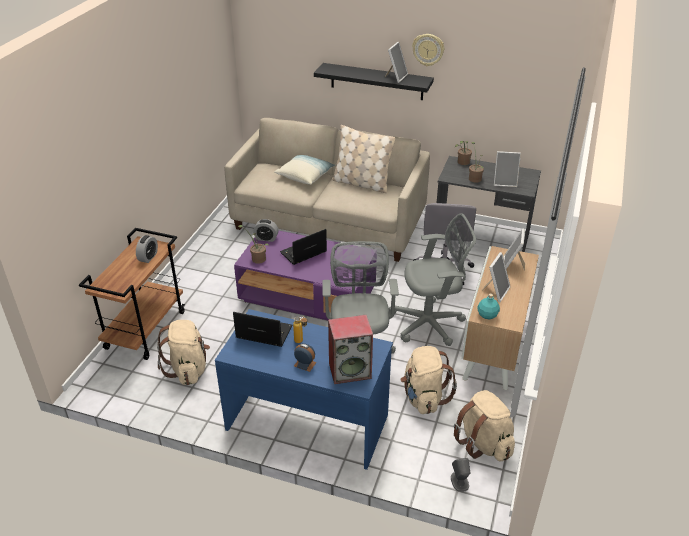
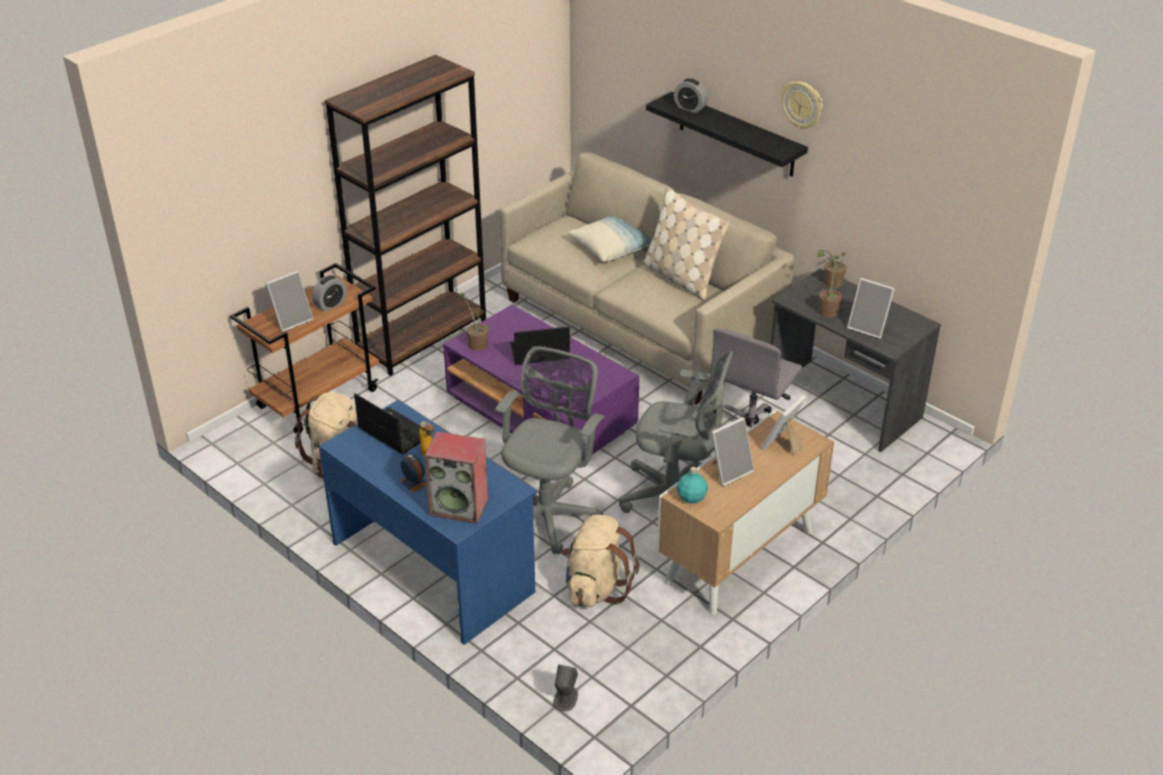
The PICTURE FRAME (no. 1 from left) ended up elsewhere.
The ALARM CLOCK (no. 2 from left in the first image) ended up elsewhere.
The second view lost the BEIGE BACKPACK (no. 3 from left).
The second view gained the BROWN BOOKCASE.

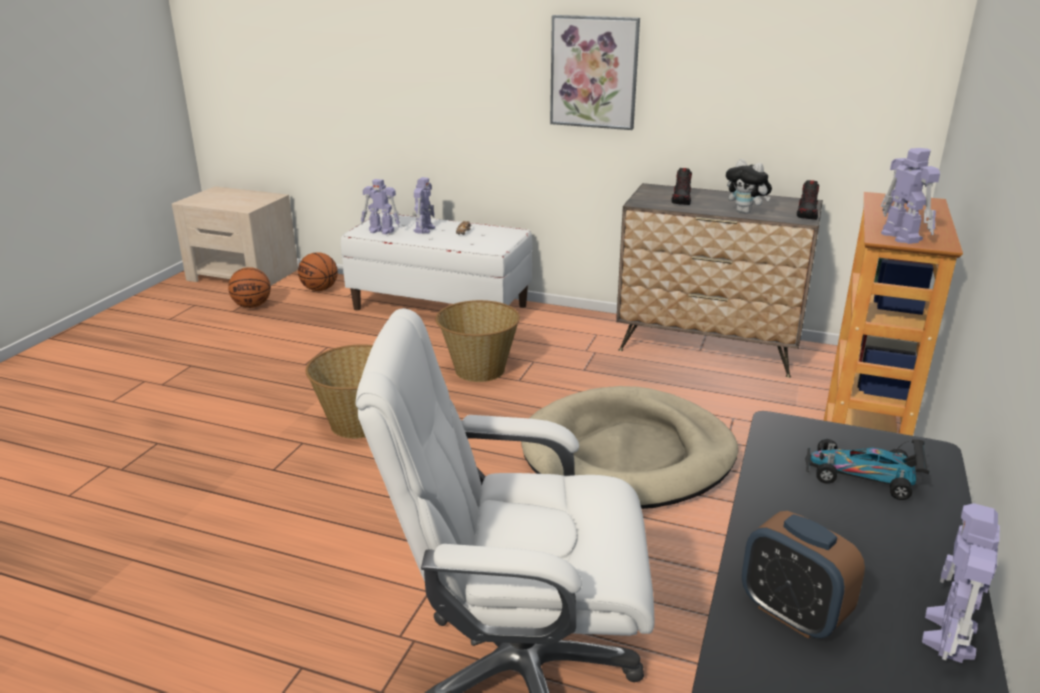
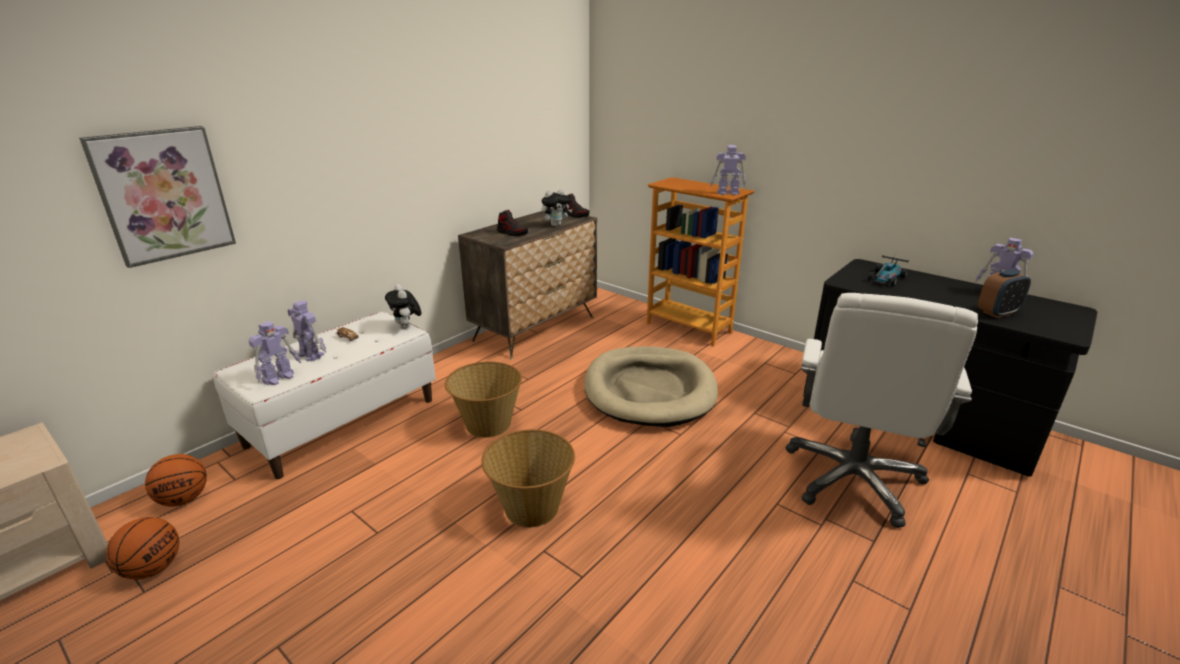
The PICTURE ended up elsewhere.
The second view gained the PLUSH TOY (no. 1 from left).

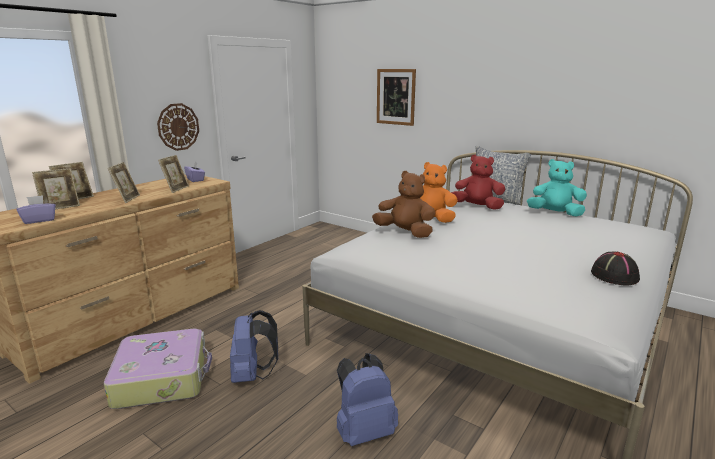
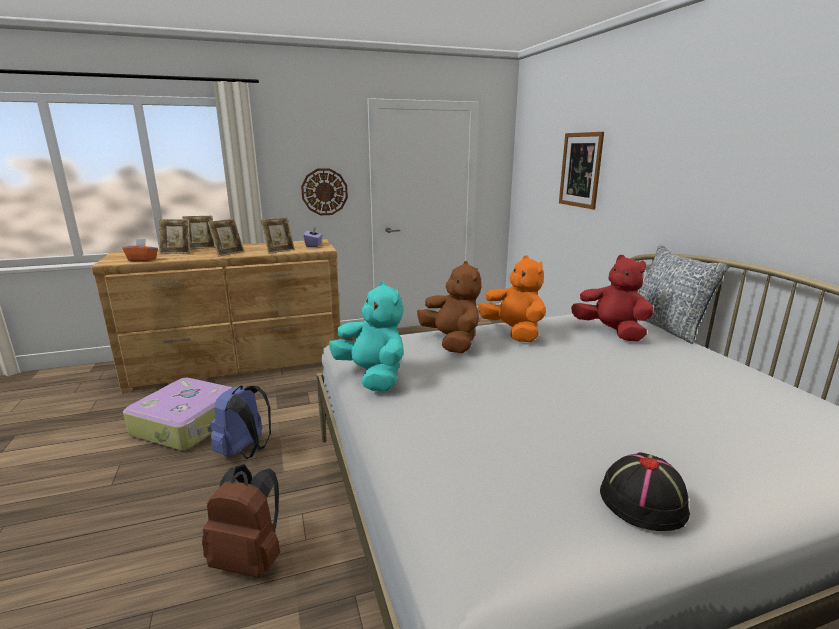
The TURQUOISE PLUSH TOY ended up elsewhere.
What was the PURPLE TISSUE BOX (no. 1 from left) turned into the ORANGE TISSUE BOX.
What was the BLUE BACKPACK (no. 2 from left) turned into the BROWN BACKPACK.

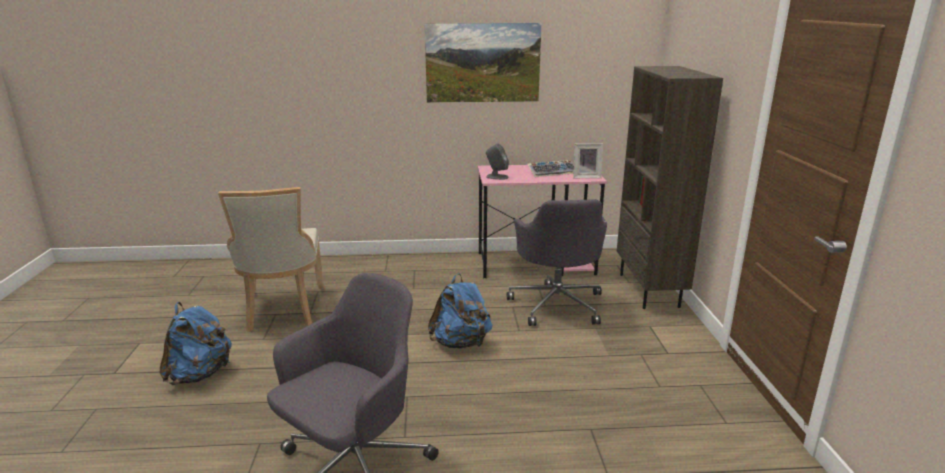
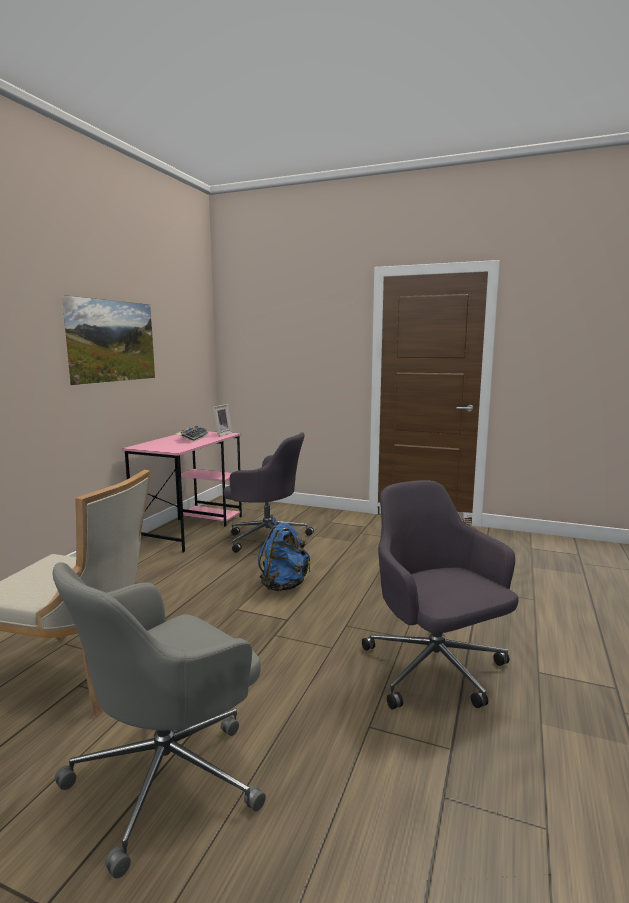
The second view lost the BROWN BOOKCASE.
The second view lost the GREY SPEAKER.
Where the BLUE BACKPACK (no. 1 from left) stood, the GREY OFFICE CHAIR (no. 1 from left) came to stand.

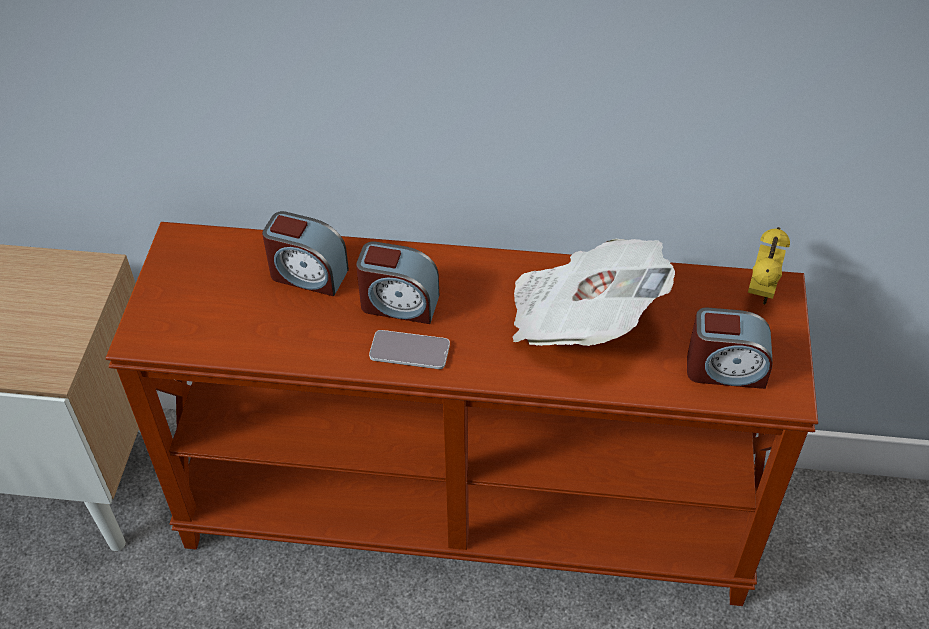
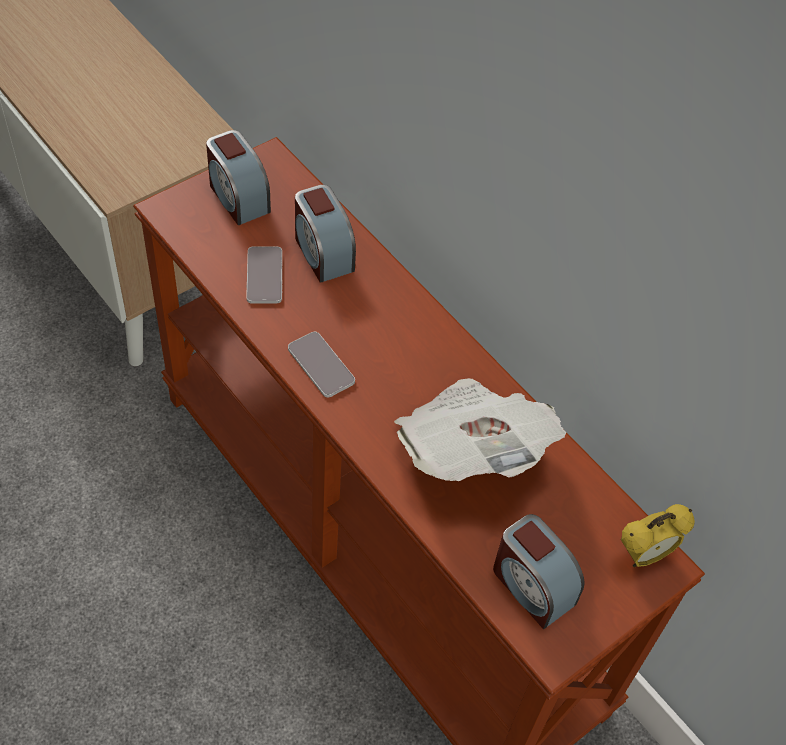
The ALARM CLOCK (no. 2 from left in the first image) ended up elsewhere.
The second view gained the PHONE (no. 1 from left).

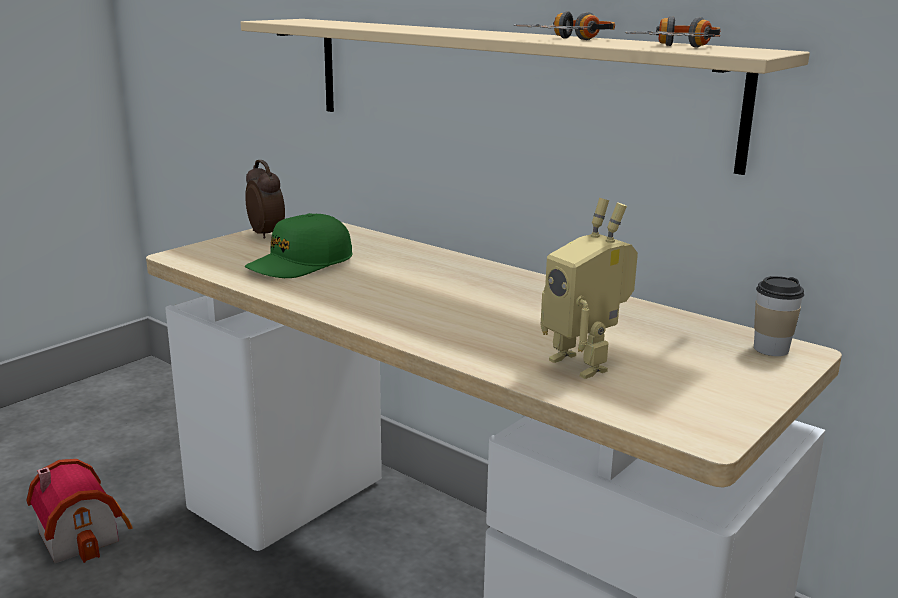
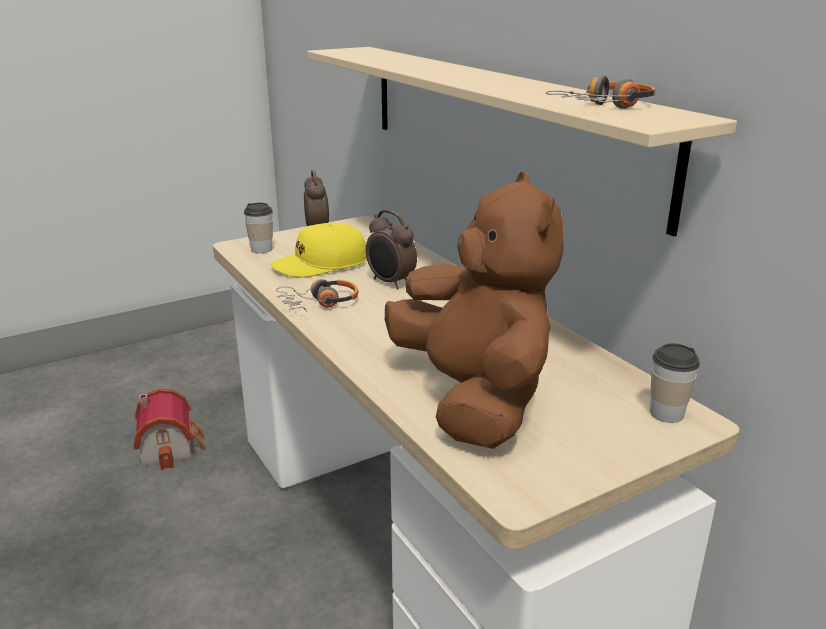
The HEADPHONES (no. 1 from left) ended up elsewhere.
Where the TOY ROBOT stood, the BROWN PLUSH TOY came to stand.
What was the GREEN CAP turned into the YELLOW CAP.
The second view gained the CUP (no. 1 from left).
The second view gained the ALARM CLOCK (no. 2 from left).

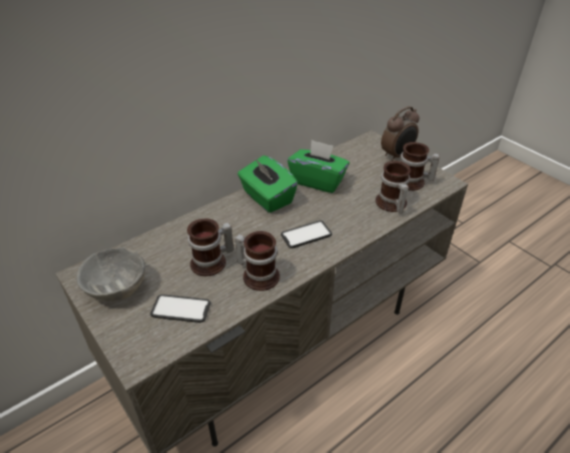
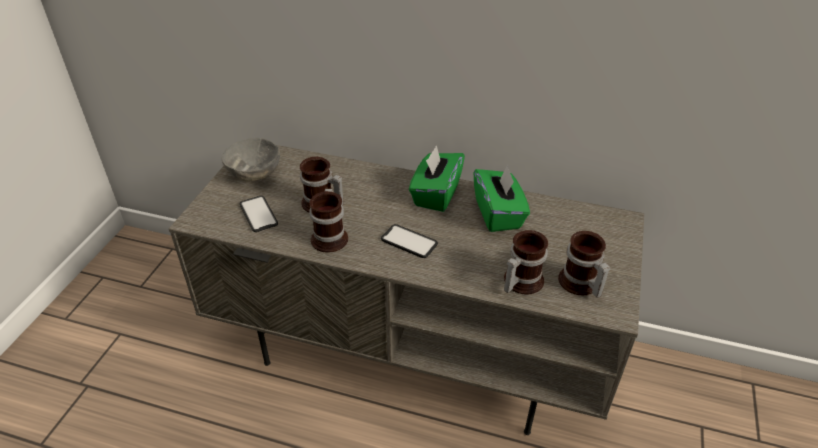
The second view lost the ALARM CLOCK.

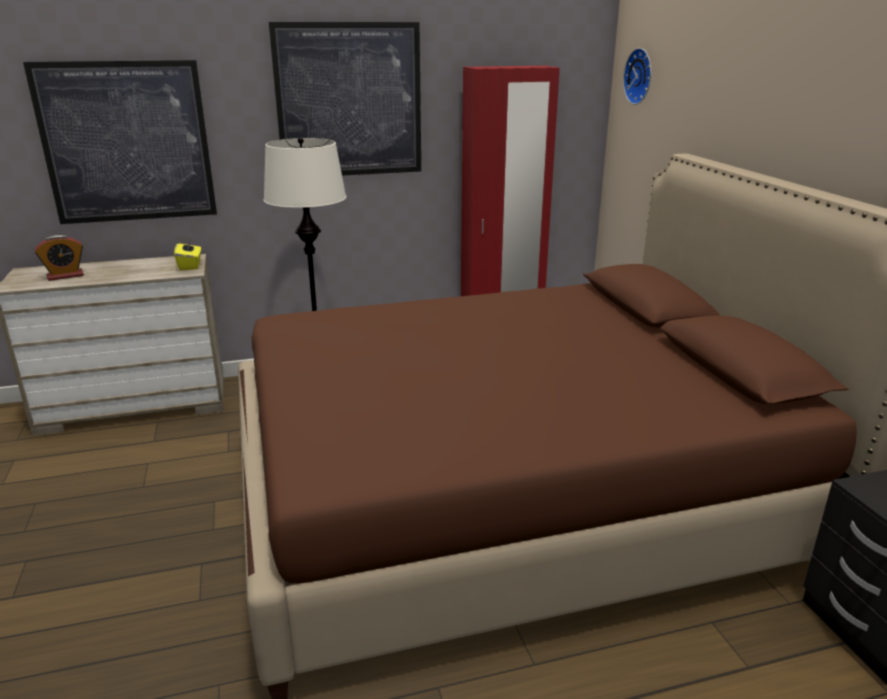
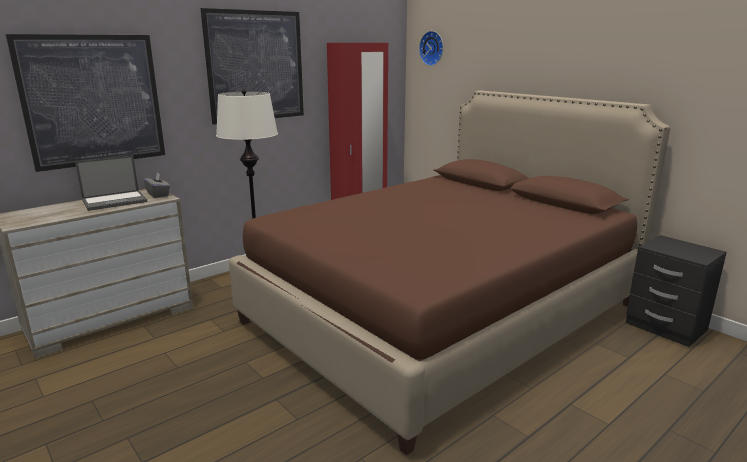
The second view lost the ALARM CLOCK.
What was the YELLOW TISSUE BOX turned into the GREY TISSUE BOX.
The second view gained the LAPTOP.

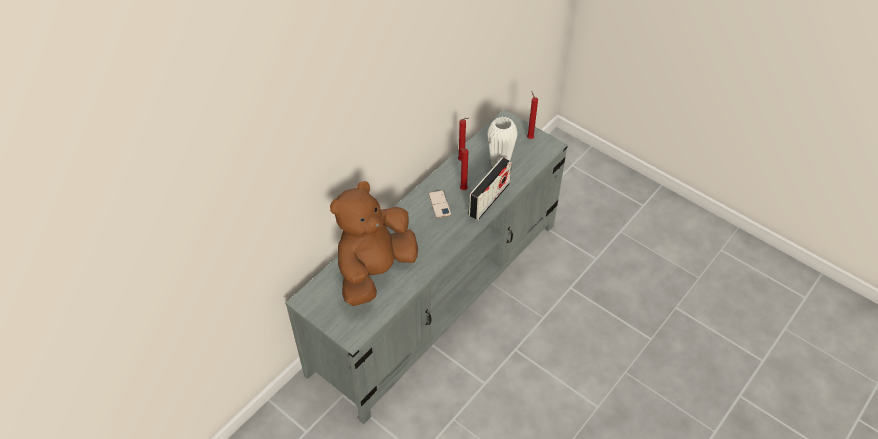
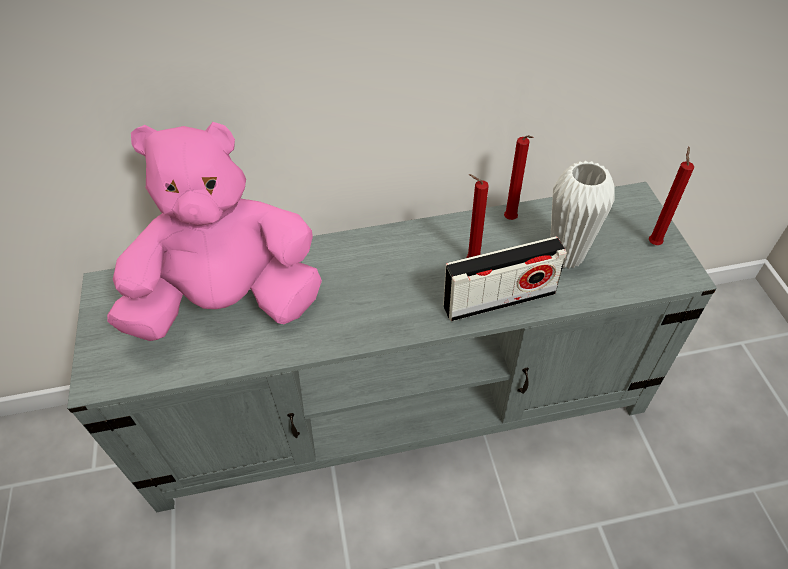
What was the BROWN PLUSH TOY turned into the PINK PLUSH TOY.
The second view lost the PHONE.

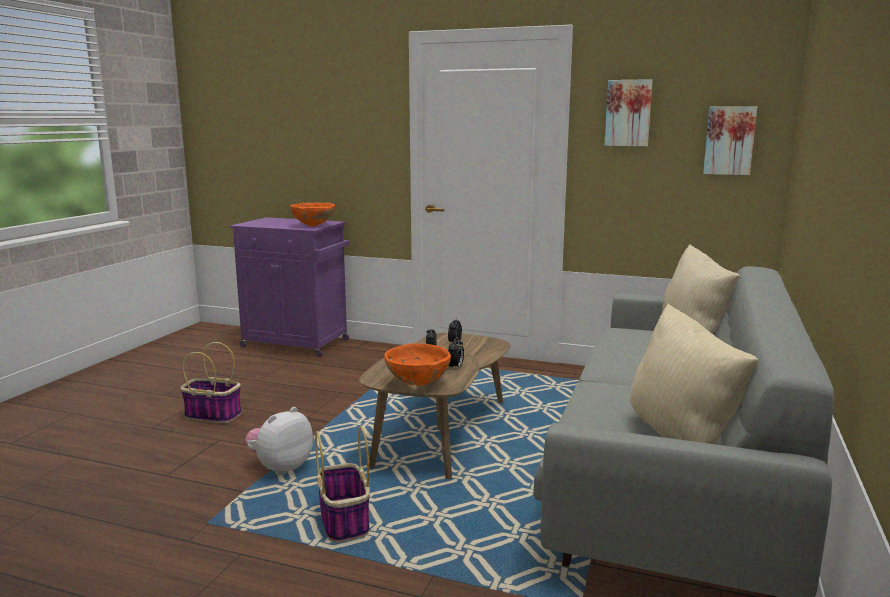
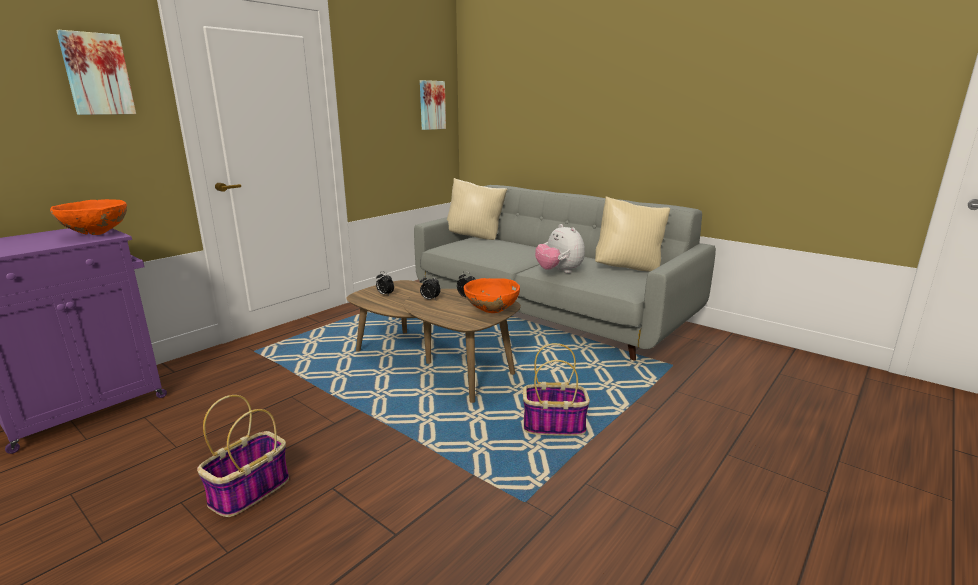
The PICTURE (no. 1 from left) ended up elsewhere.
The PLUSH TOY ended up elsewhere.

